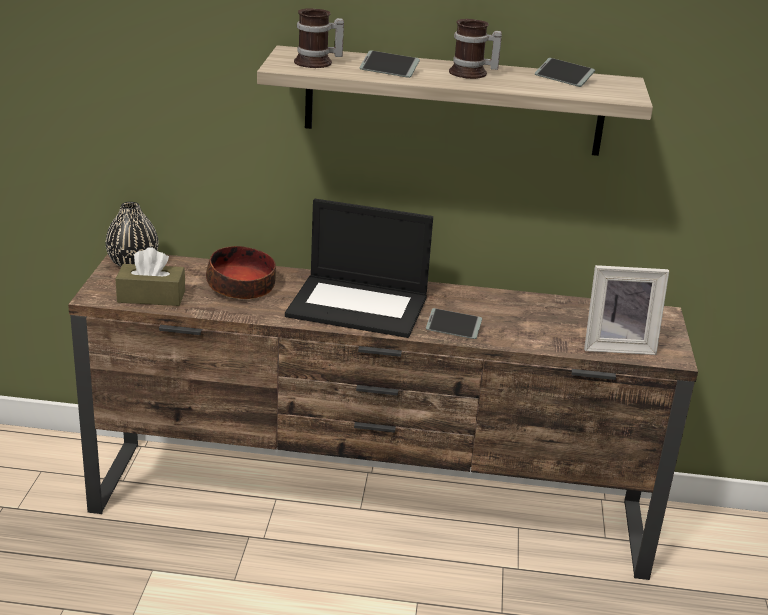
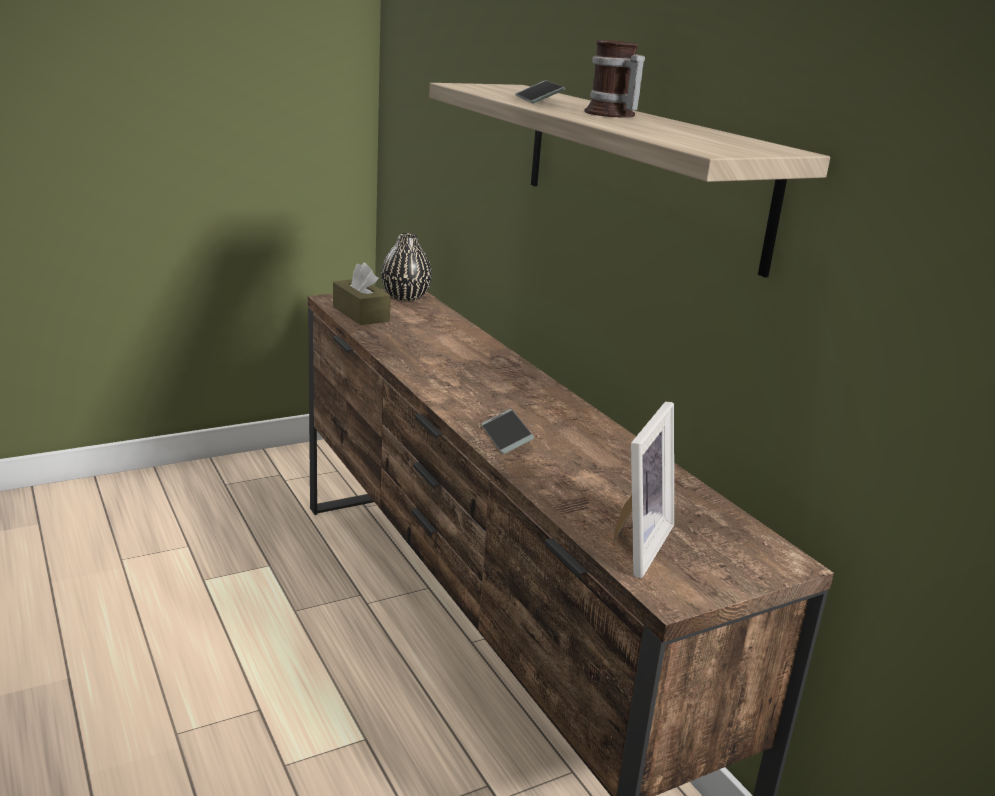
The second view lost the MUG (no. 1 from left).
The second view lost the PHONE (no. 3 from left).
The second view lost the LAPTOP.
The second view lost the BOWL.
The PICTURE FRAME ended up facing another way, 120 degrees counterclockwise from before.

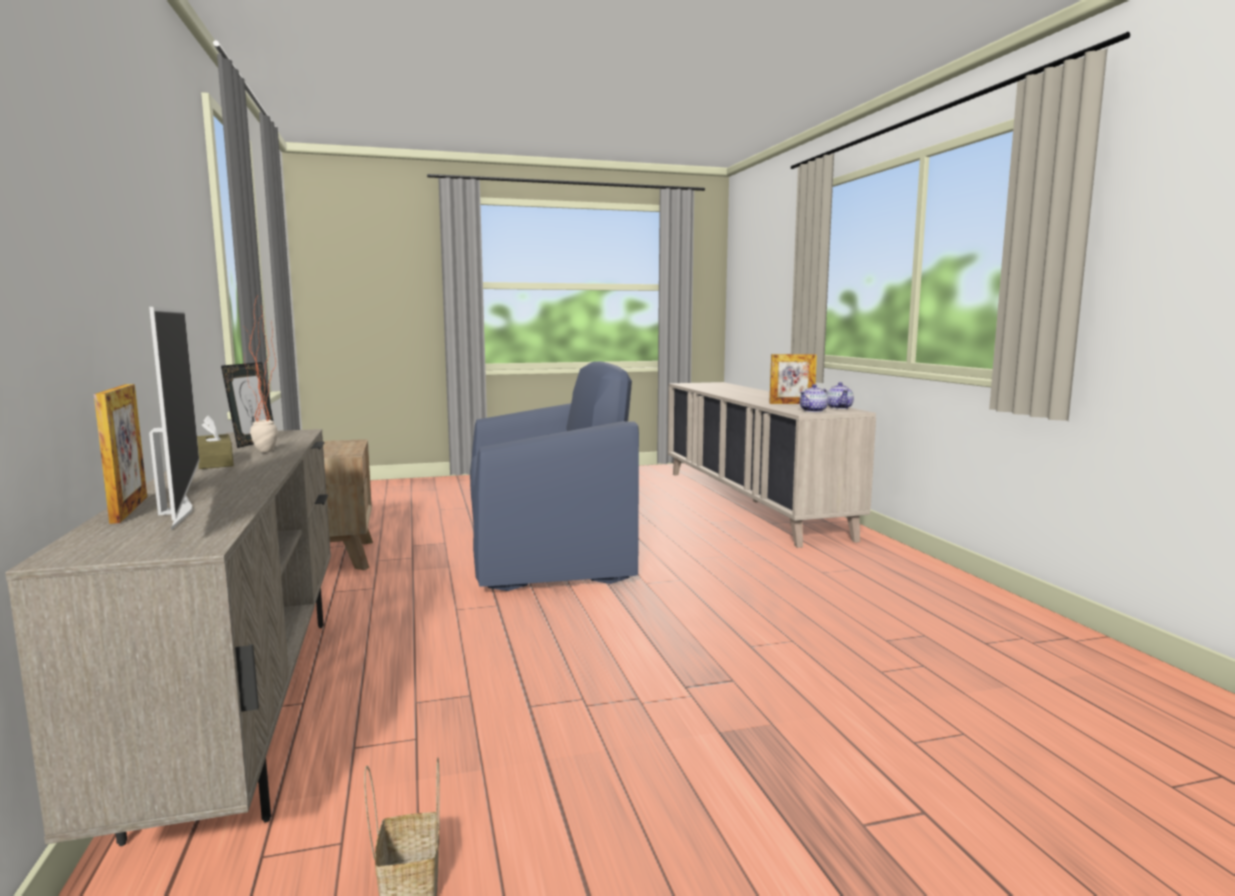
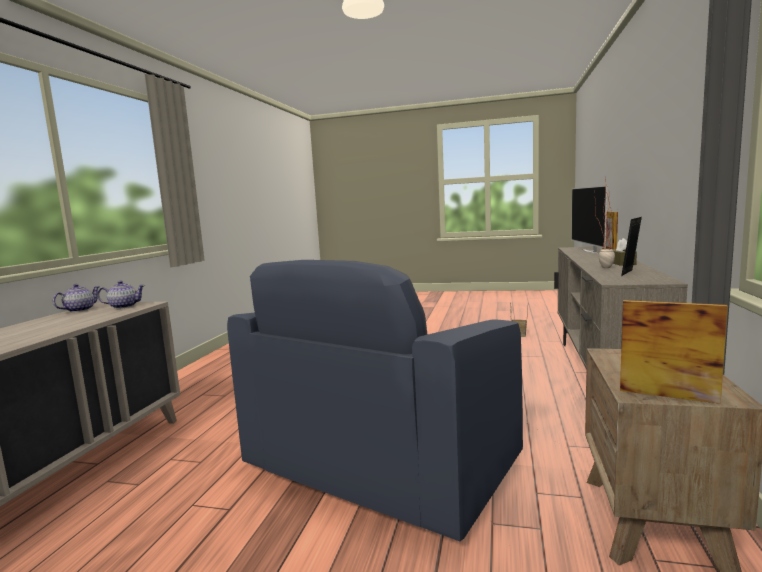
The PICTURE FRAME (no. 3 from left) ended up elsewhere.
The BLUE ARMCHAIR ended up facing another way, 75 degrees counterclockwise from before.

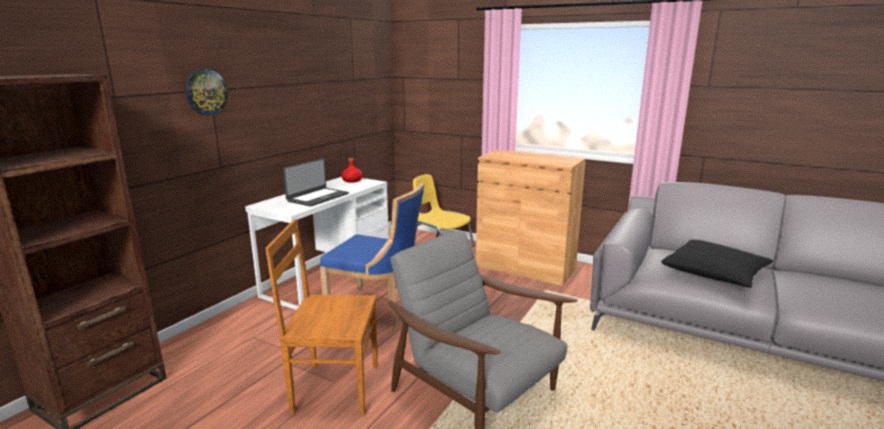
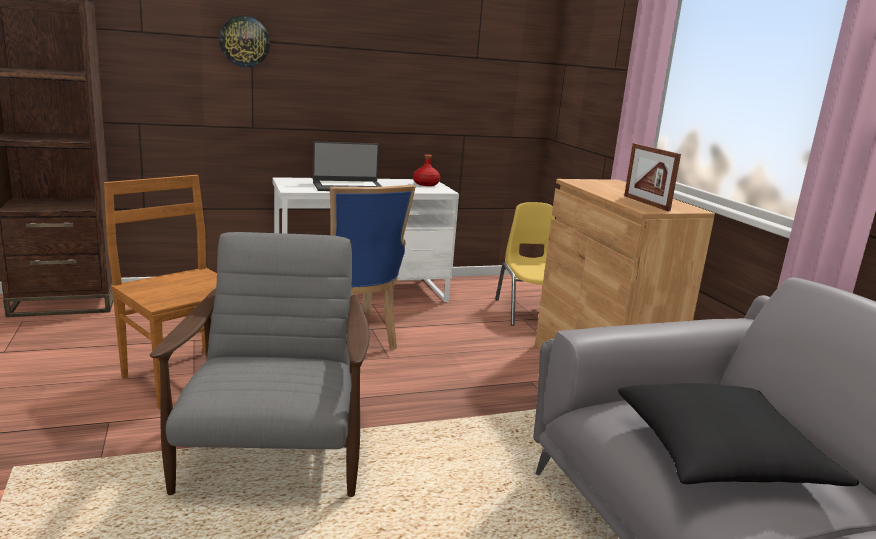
The second view gained the PICTURE FRAME.

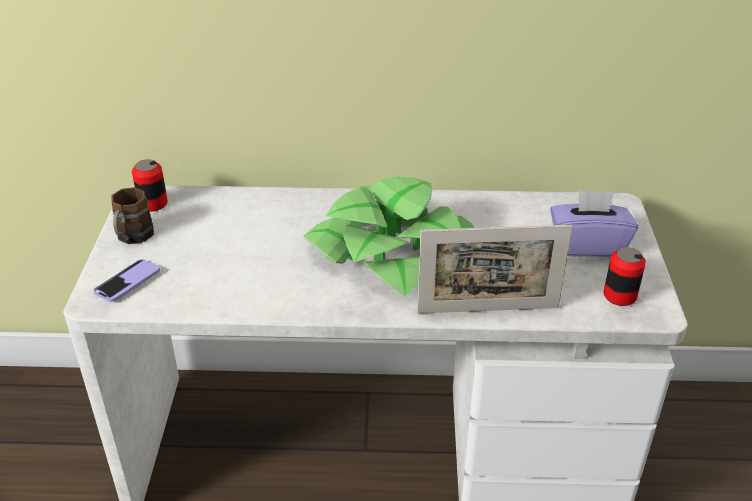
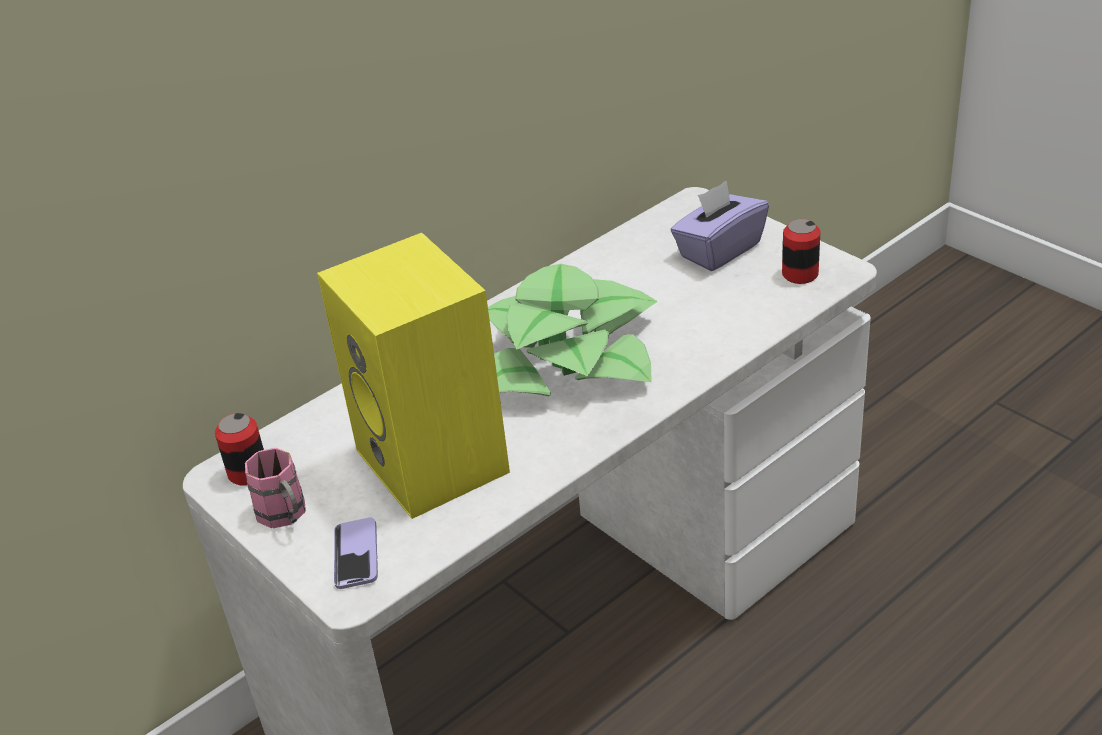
What was the BROWN MUG turned into the PINK MUG.
The second view lost the PICTURE FRAME.
The second view gained the YELLOW SPEAKER.

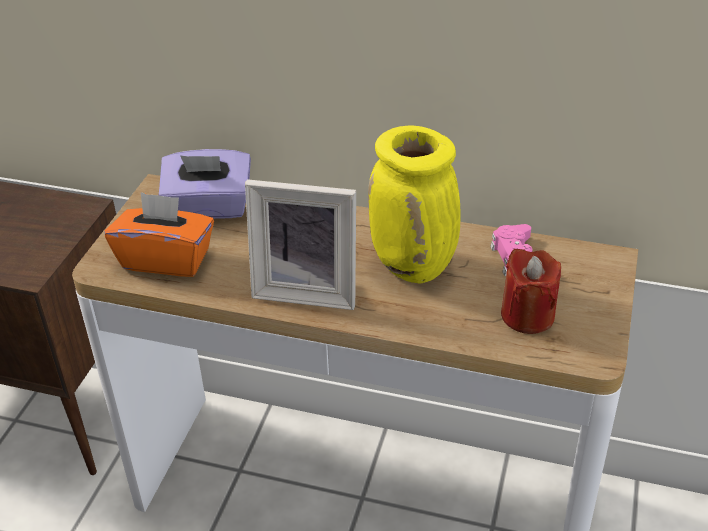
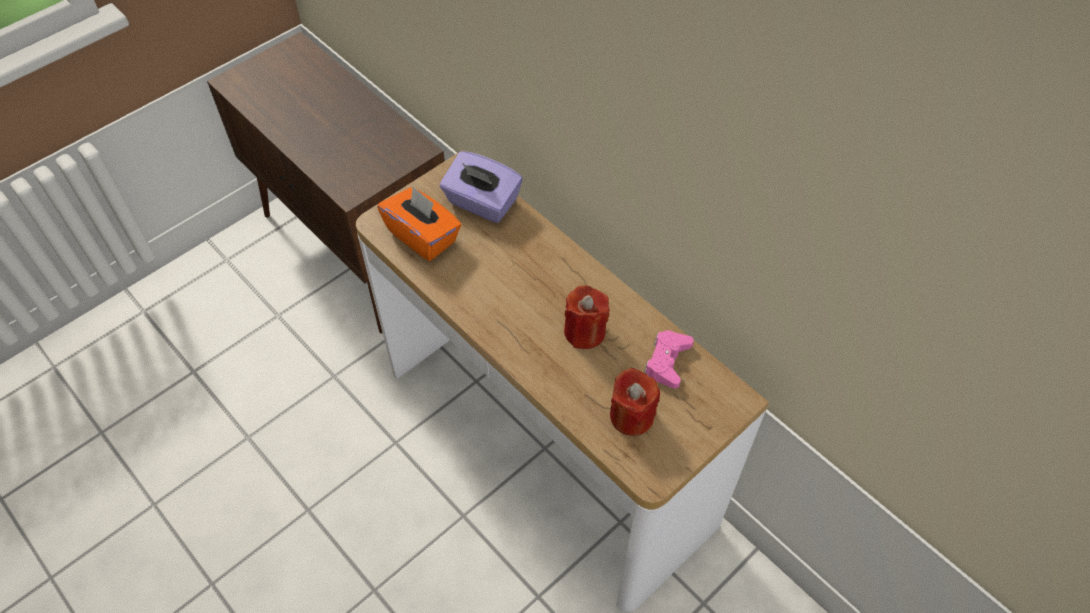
Where the YELLOW VASE stood, the RED CANDLE (no. 1 from left) came to stand.
The second view lost the PICTURE FRAME.

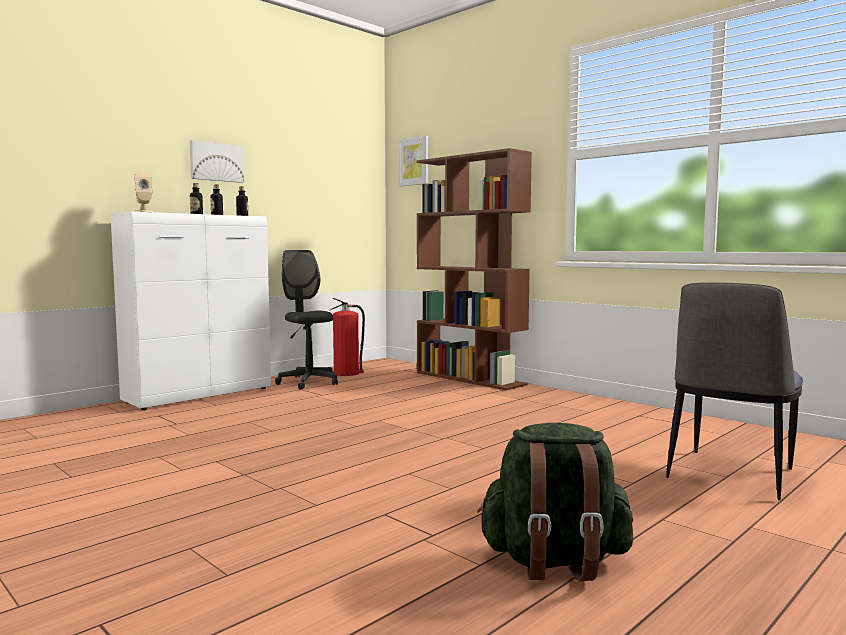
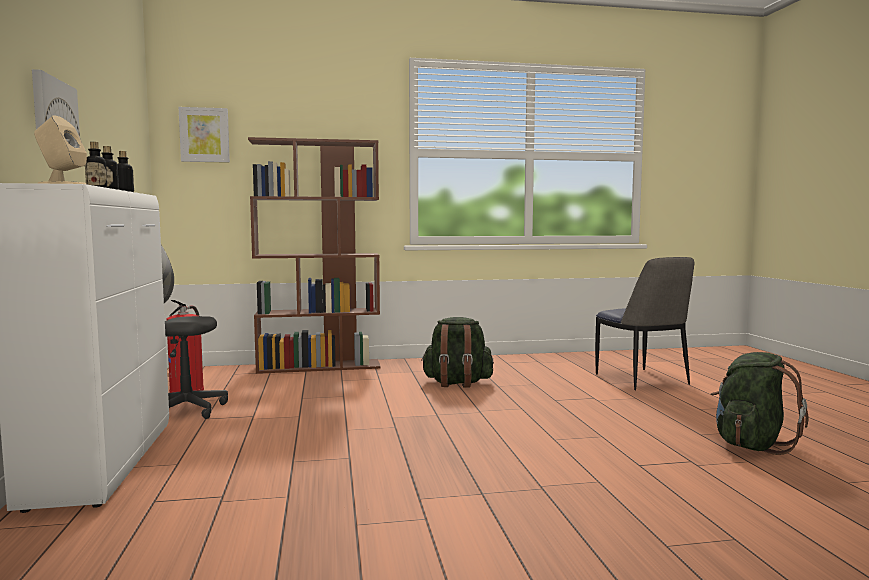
The second view gained the GREEN BACKPACK (no. 1 from left).

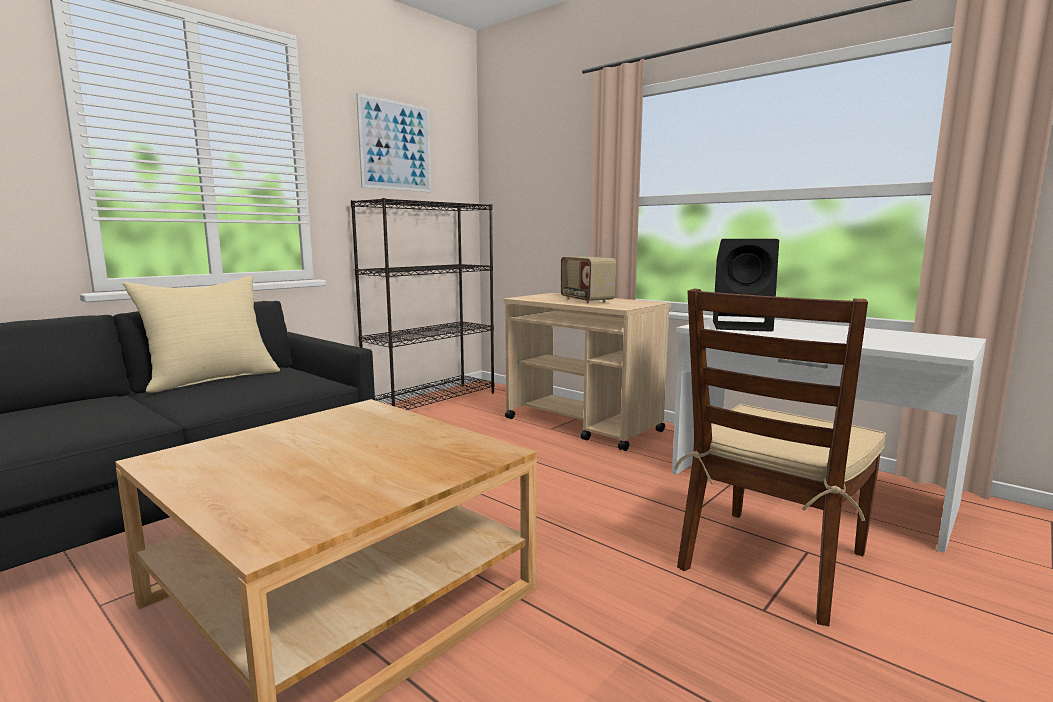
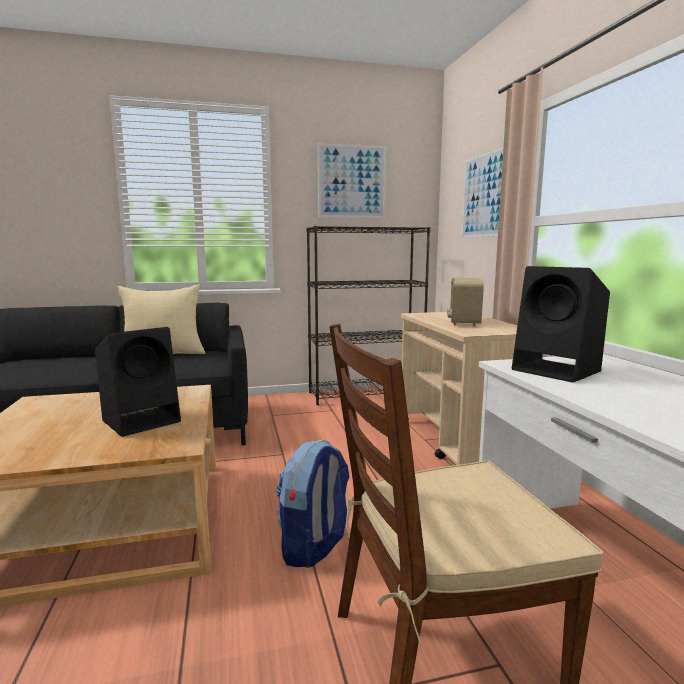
The second view gained the PICTURE (no. 2 from left).
The second view gained the BLACK SPEAKER (no. 1 from left).
The second view gained the BACKPACK.

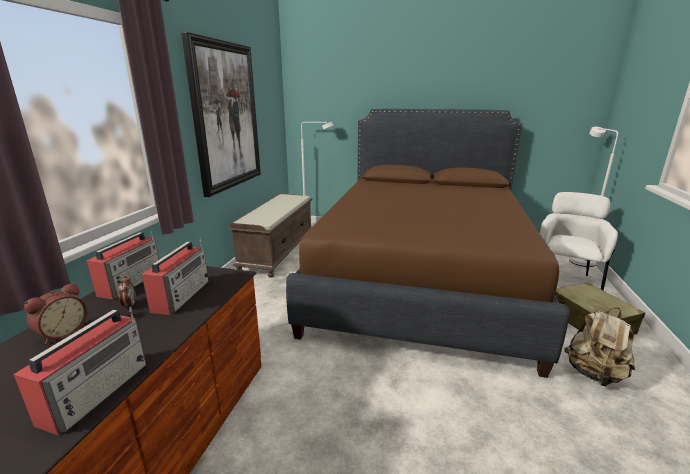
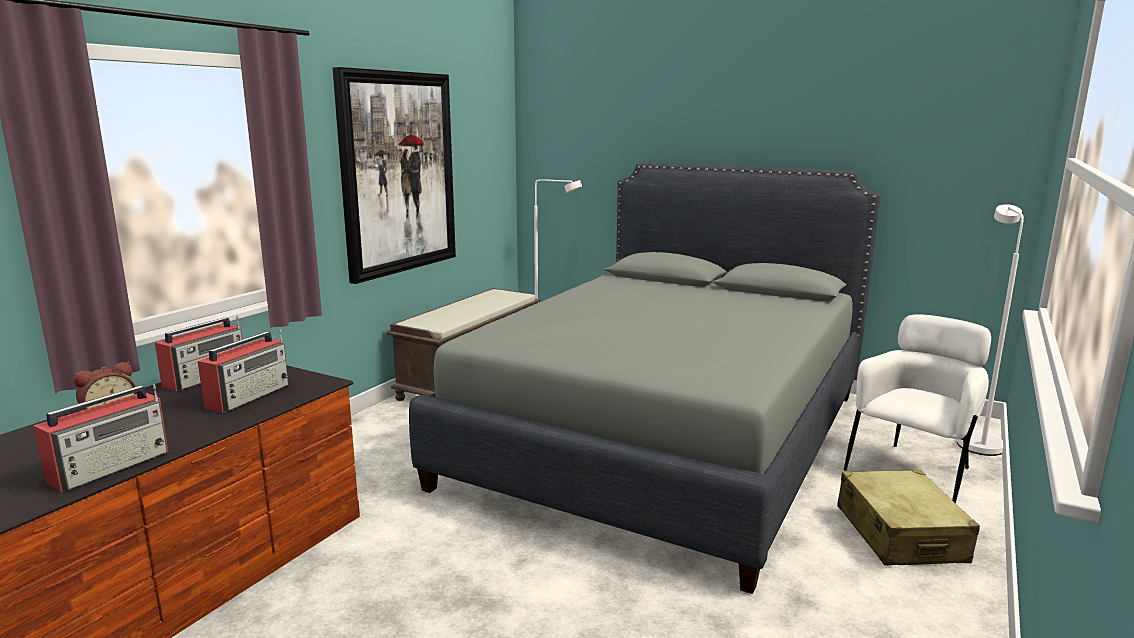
What was the BROWN BED turned into the GREY BED.
The second view lost the ALARM CLOCK (no. 2 from left).
The second view lost the BEIGE BACKPACK.

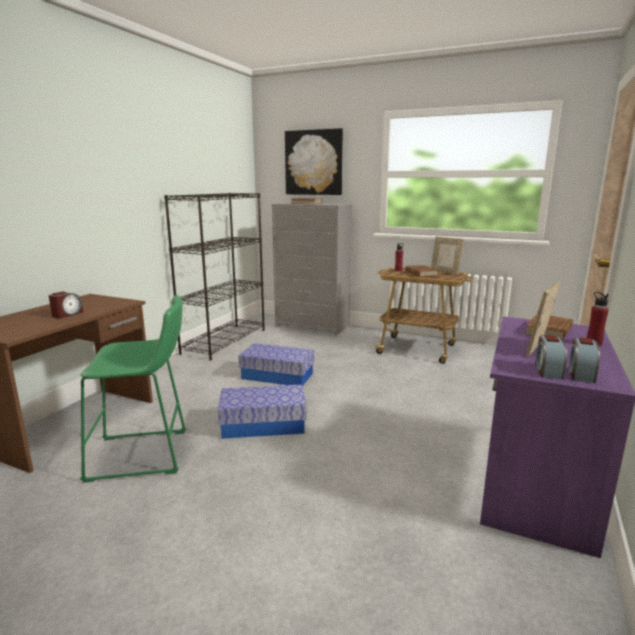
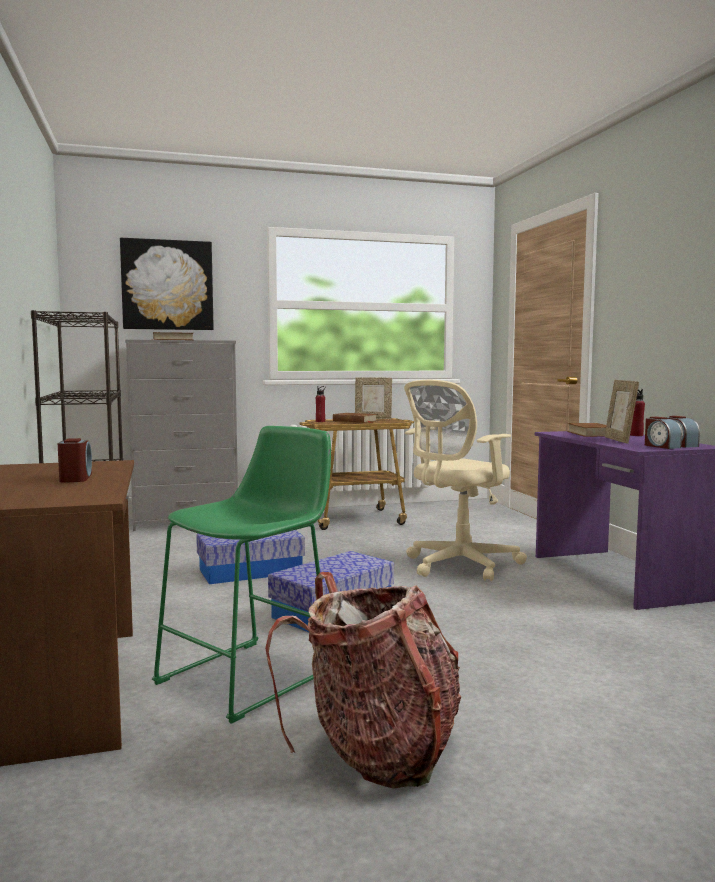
The second view gained the BEIGE OFFICE CHAIR.
The second view gained the BACKPACK.

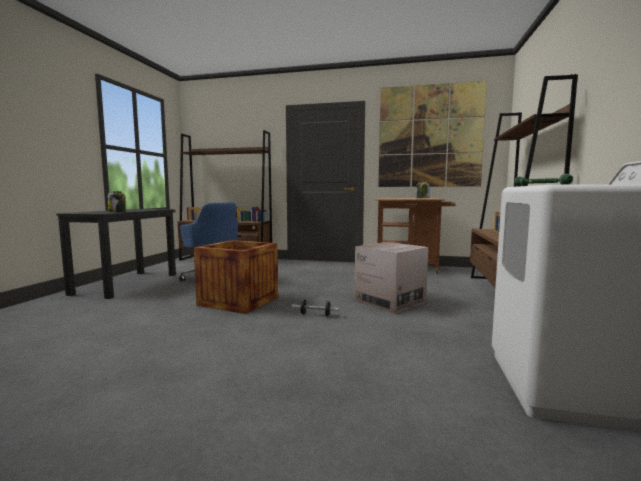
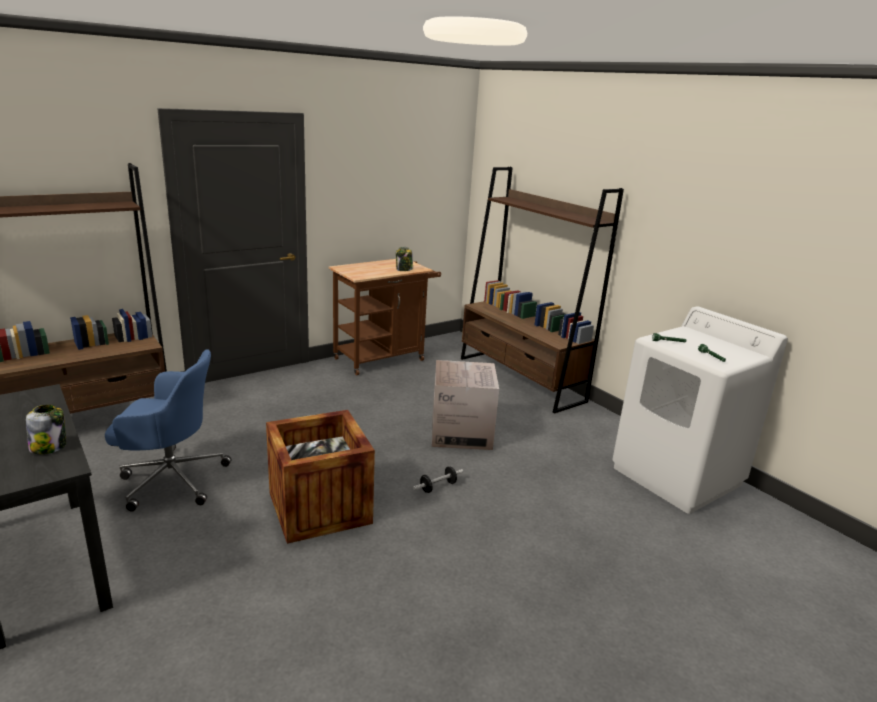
The second view lost the PICTURE.

